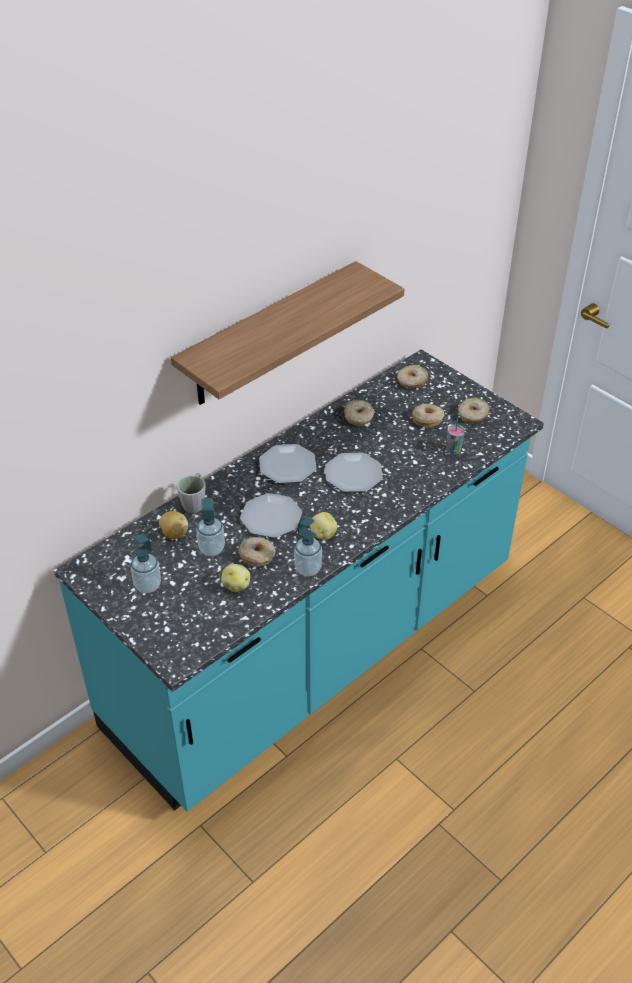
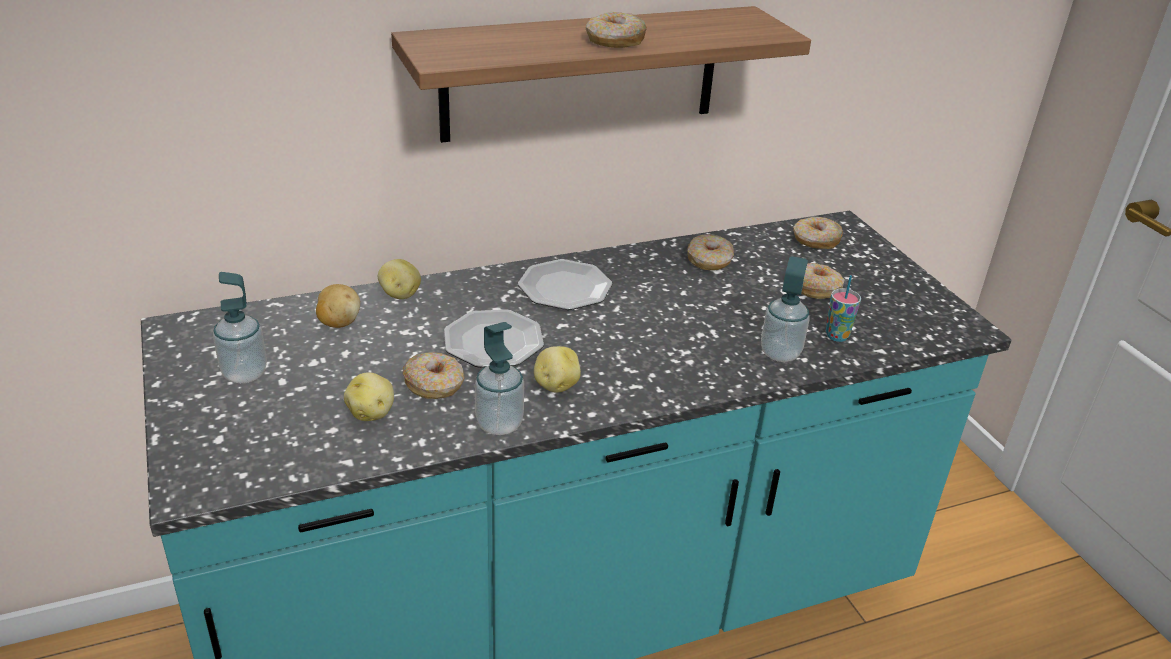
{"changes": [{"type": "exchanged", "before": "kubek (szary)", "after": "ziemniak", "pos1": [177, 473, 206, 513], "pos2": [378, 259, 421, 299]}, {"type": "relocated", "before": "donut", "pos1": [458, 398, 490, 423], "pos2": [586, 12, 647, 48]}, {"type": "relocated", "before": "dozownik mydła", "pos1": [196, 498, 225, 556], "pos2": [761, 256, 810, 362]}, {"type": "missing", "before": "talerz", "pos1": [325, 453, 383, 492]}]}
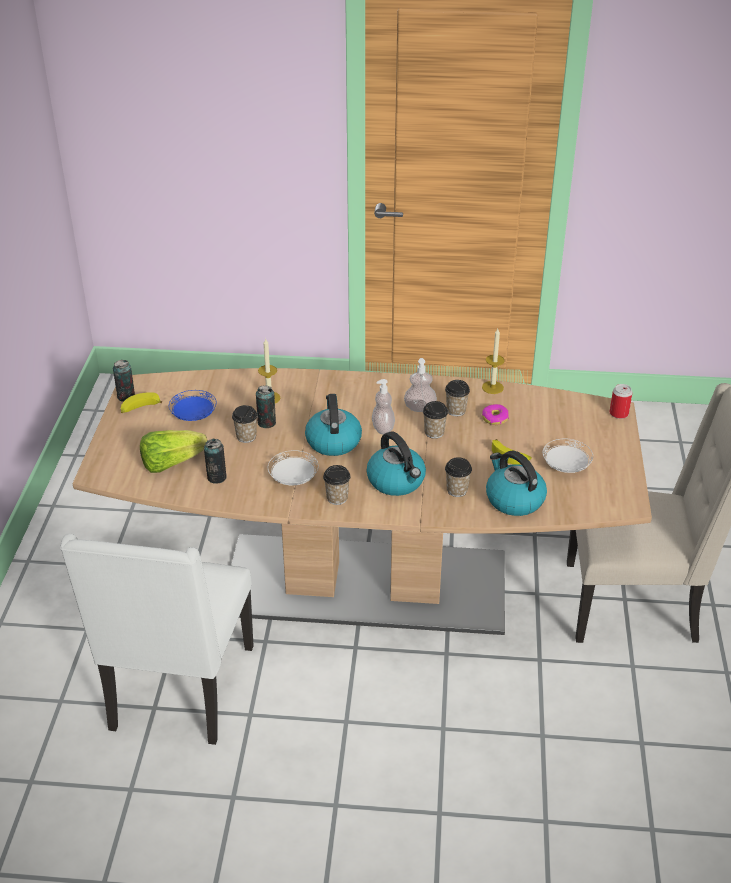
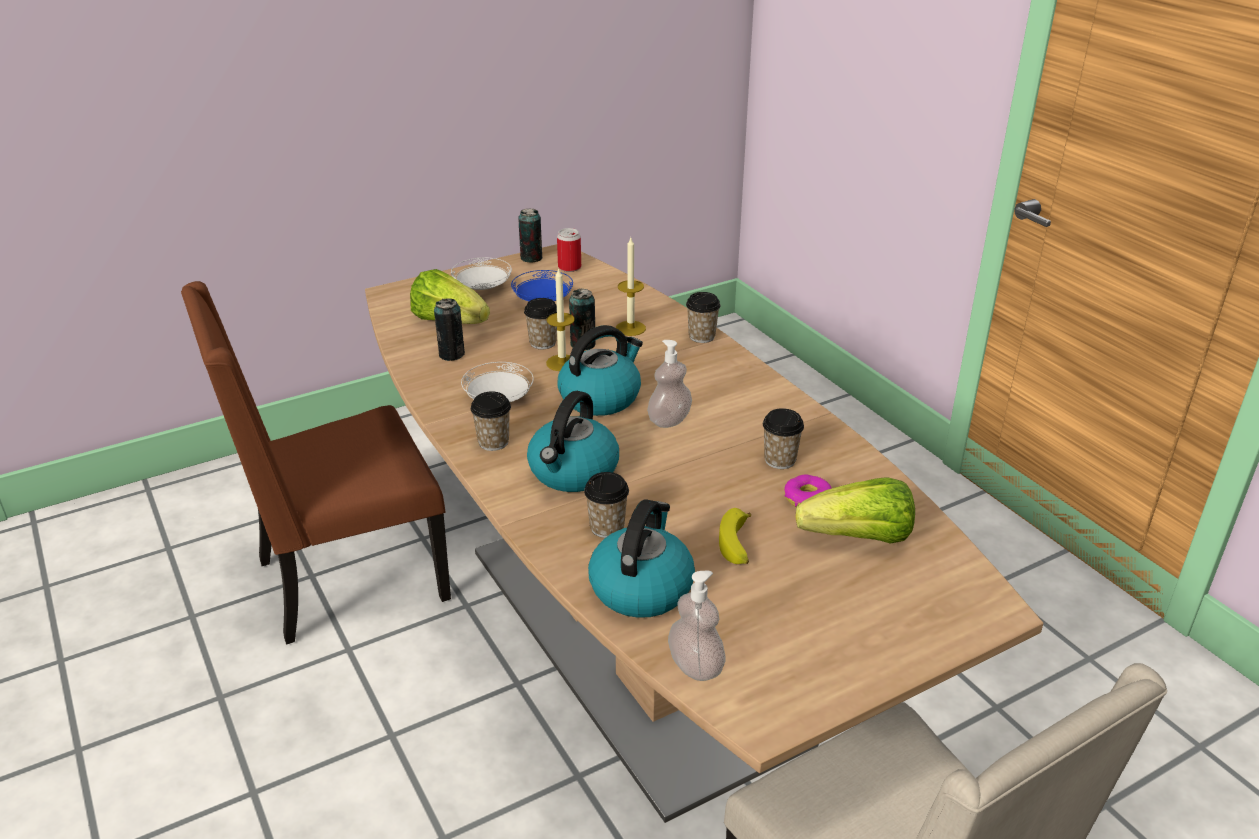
{"changes": [{"type": "colour", "before": "krzesło (biały)", "after": "krzesło (brązowy)", "pos1": [60, 534, 254, 745], "pos2": [181, 281, 451, 645]}, {"type": "relocated", "before": "talerz (biały)", "pos1": [543, 439, 593, 473], "pos2": [451, 257, 512, 290]}, {"type": "relocated", "before": "świeca", "pos1": [482, 329, 505, 394], "pos2": [546, 267, 575, 371]}, {"type": "relocated", "before": "puszka", "pos1": [610, 384, 633, 419], "pos2": [557, 228, 581, 272]}, {"type": "relocated", "before": "dozownik mydła", "pos1": [404, 358, 437, 412], "pos2": [668, 571, 725, 681]}, {"type": "relocated", "before": "filiżanka", "pos1": [423, 401, 448, 439], "pos2": [686, 292, 721, 343]}, {"type": "appeared", "after": "sałata", "pos2": [796, 477, 915, 544]}, {"type": "missing", "before": "banan", "pos1": [121, 392, 162, 413]}]}
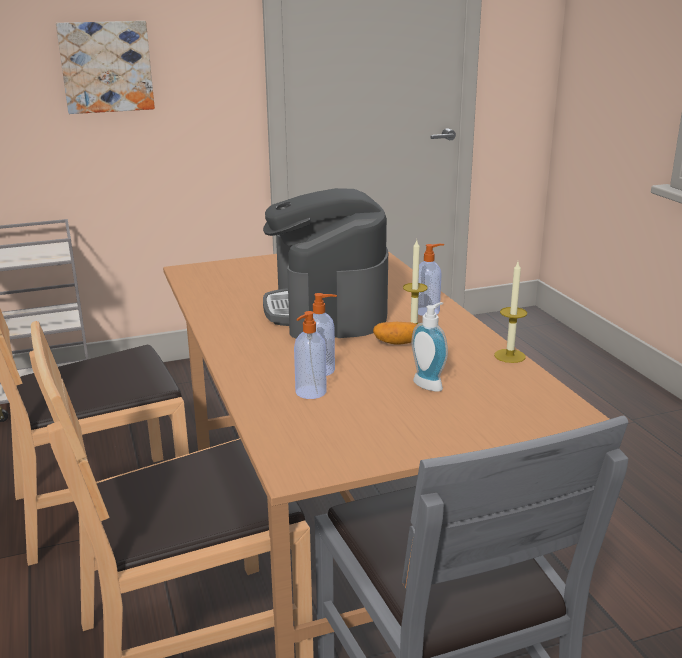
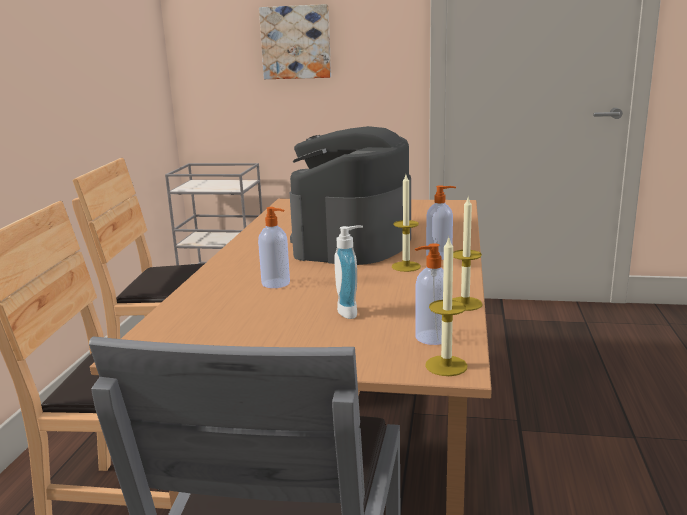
{"changes": [{"type": "relocated", "before": "dozownik mydła", "pos1": [294, 311, 327, 399], "pos2": [415, 243, 443, 345]}, {"type": "appeared", "after": "świeca", "pos2": [425, 236, 468, 376]}, {"type": "missing", "before": "ziemniak", "pos1": [373, 322, 417, 345]}]}
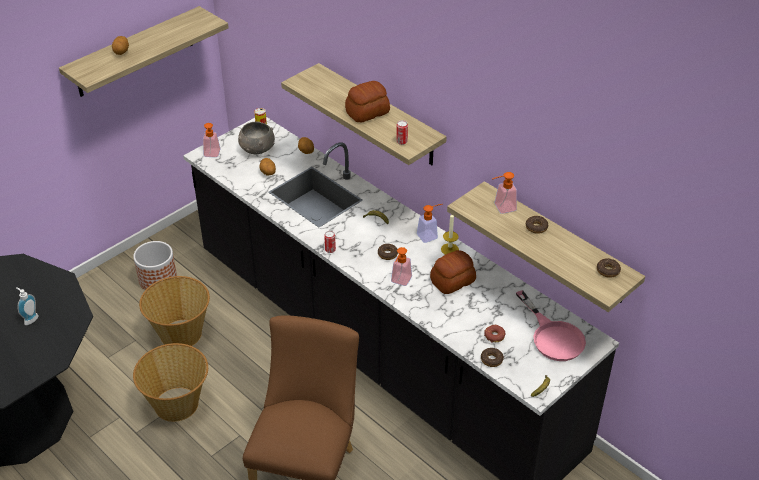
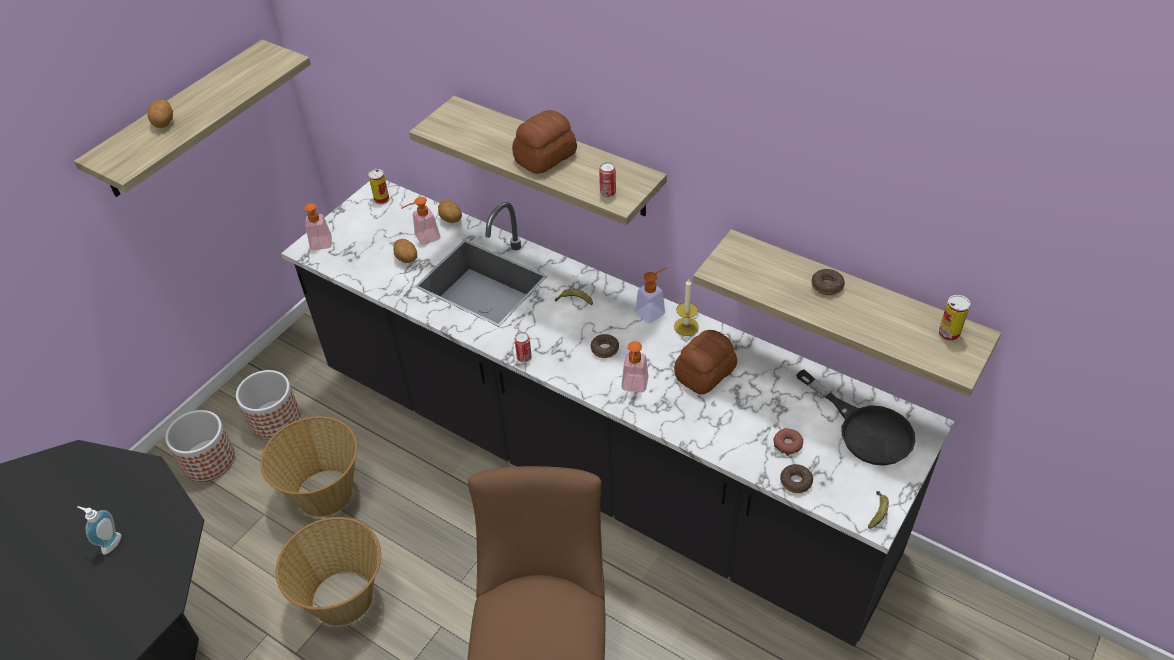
{"changes": [{"type": "appeared", "after": "donica", "pos2": [165, 410, 235, 482]}, {"type": "relocated", "before": "dozownik mydła", "pos1": [492, 172, 517, 214], "pos2": [401, 197, 440, 245]}, {"type": "colour", "before": "patelnia (różowy)", "after": "patelnia (czarny)", "pos1": [516, 290, 586, 361], "pos2": [796, 369, 916, 466]}, {"type": "exchanged", "before": "donut", "after": "puszka", "pos1": [597, 258, 621, 278], "pos2": [938, 295, 970, 342]}, {"type": "missing", "before": "miska (szary)", "pos1": [238, 121, 275, 154]}]}
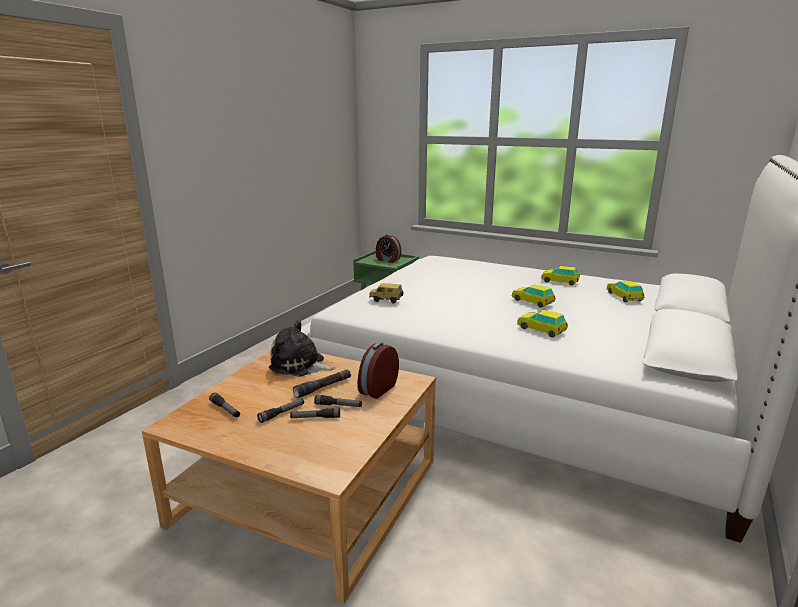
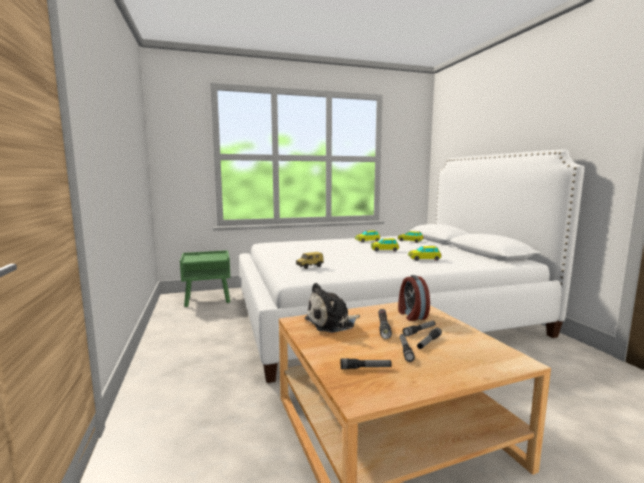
{"changes": [{"type": "missing", "before": "budzik", "pos1": [376, 234, 401, 263]}]}
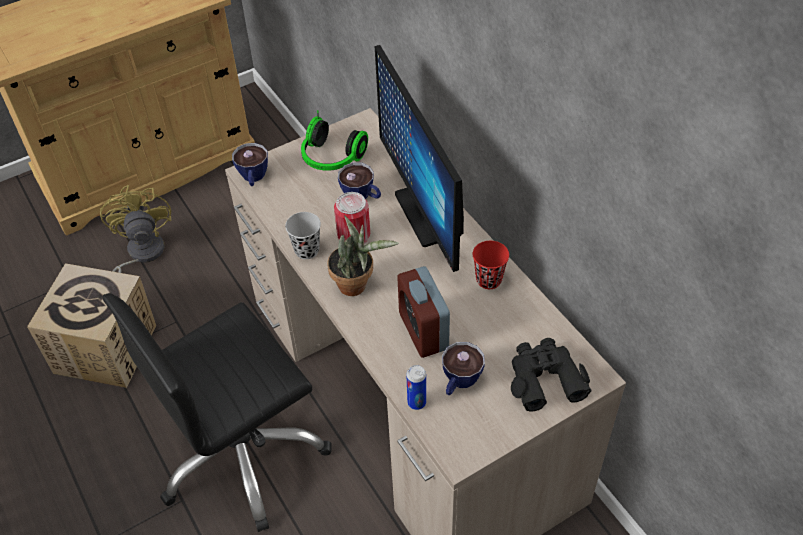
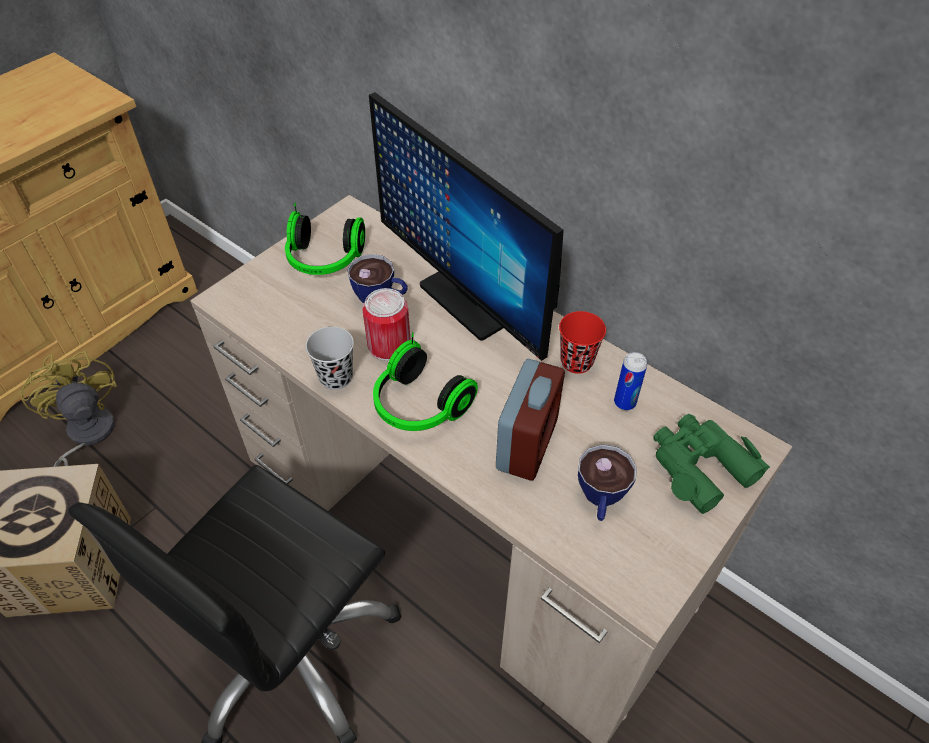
{"changes": [{"type": "exchanged", "before": "roślina doniczkowa", "after": "słuchawki", "pos1": [327, 215, 399, 296], "pos2": [373, 332, 478, 431]}, {"type": "spun", "before": "budzik", "pos1": [398, 266, 450, 358], "pos2": [496, 359, 565, 481], "turn": -120}, {"type": "relocated", "before": "puszka", "pos1": [406, 365, 426, 410], "pos2": [614, 352, 647, 410]}, {"type": "colour", "before": "lornetka (czarny)", "after": "lornetka (zielony)", "pos1": [511, 338, 592, 412], "pos2": [653, 414, 770, 514]}, {"type": "missing", "before": "filiżanka", "pos1": [232, 143, 268, 186]}]}
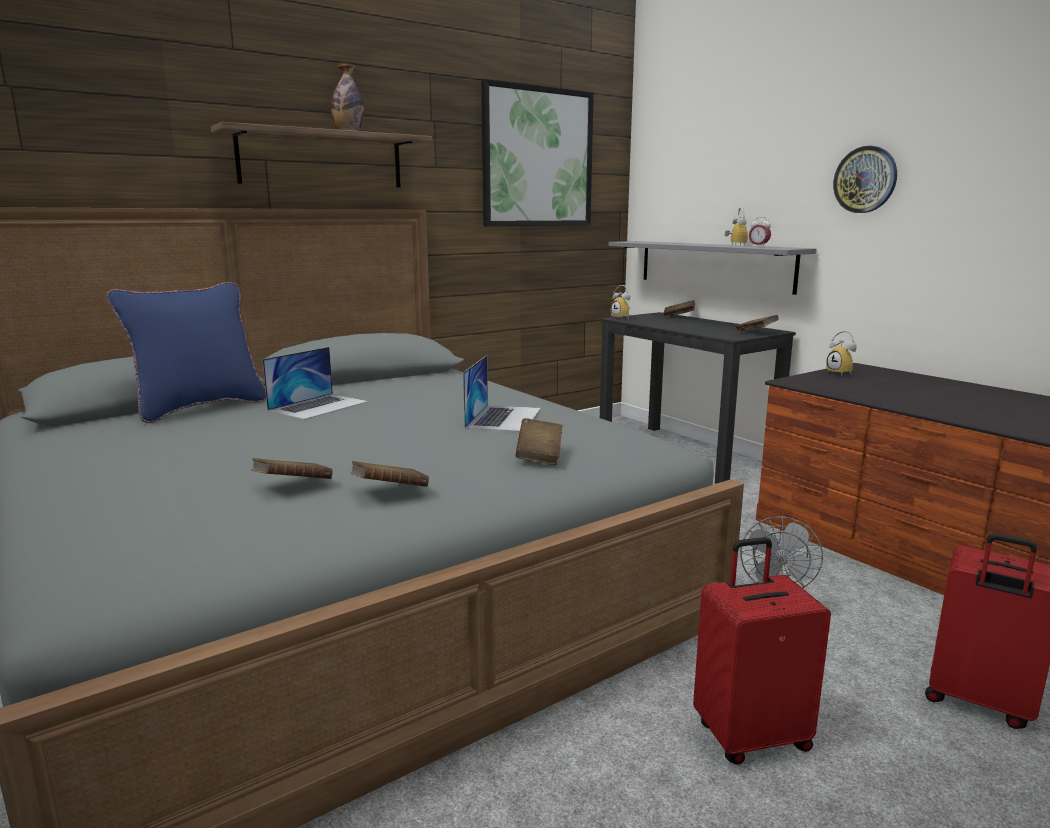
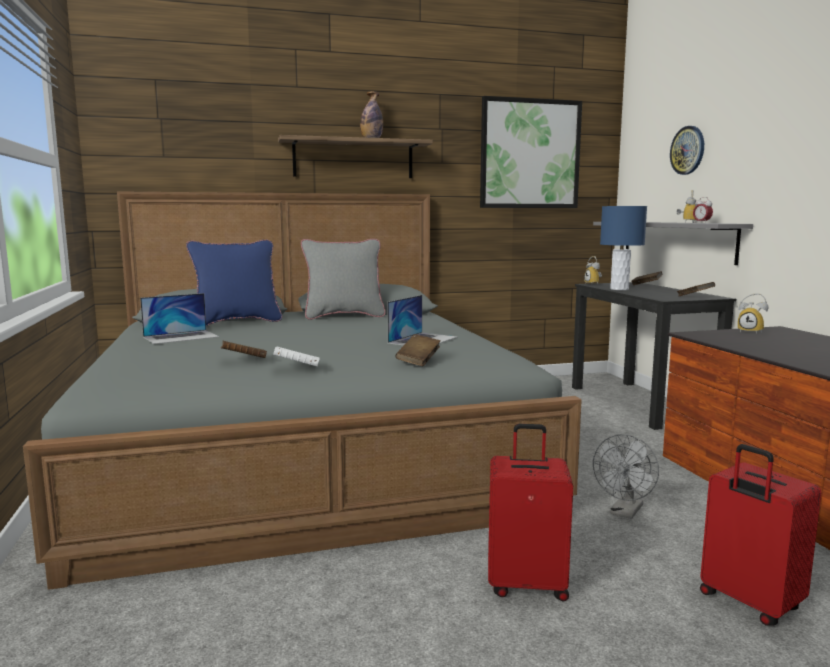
{"changes": [{"type": "relocated", "before": "laptop", "pos1": [262, 347, 368, 420], "pos2": [140, 293, 220, 344]}, {"type": "colour", "before": "książka (brązowy)", "after": "książka (biały)", "pos1": [350, 461, 429, 487], "pos2": [273, 346, 320, 367]}, {"type": "appeared", "after": "poduszka (szary)", "pos2": [301, 239, 386, 320]}, {"type": "appeared", "after": "lampa stołowa (niebieski)", "pos2": [600, 206, 647, 290]}, {"type": "relocated", "before": "zegar ścienny", "pos1": [833, 146, 897, 213], "pos2": [670, 126, 704, 175]}, {"type": "spun", "before": "budzik", "pos1": [826, 331, 857, 376], "pos2": [738, 293, 768, 334], "turn": -45}]}
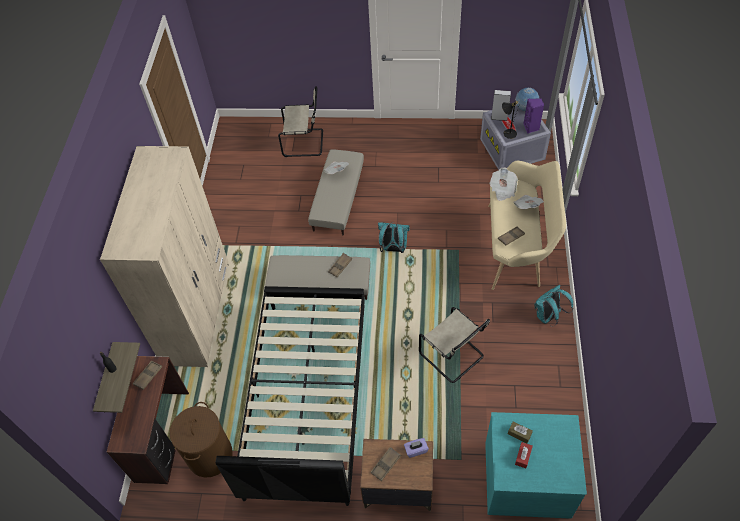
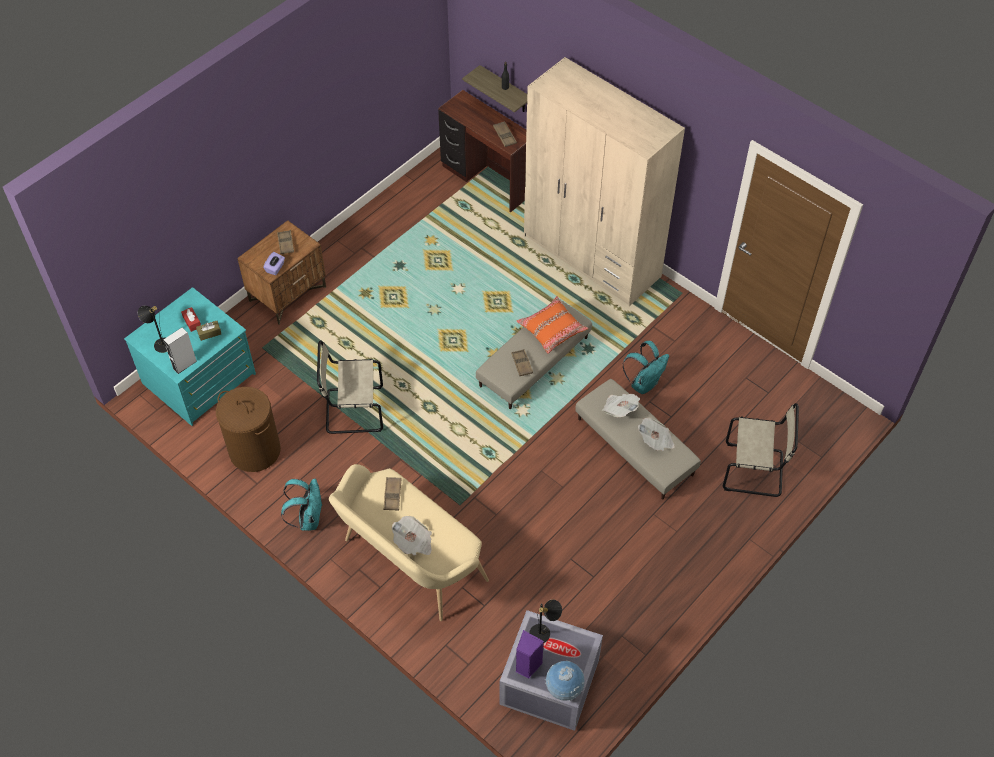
{"changes": [{"type": "appeared", "after": "lampa stołowa (czarny)", "pos2": [138, 306, 167, 353]}, {"type": "relocated", "before": "głośnik (szary)", "pos1": [491, 90, 511, 121], "pos2": [163, 327, 197, 374]}, {"type": "relocated", "before": "kosz na pranie (brązowy)", "pos1": [170, 402, 233, 478], "pos2": [216, 387, 281, 472]}, {"type": "appeared", "after": "poduszka (pomarańczowy)", "pos2": [516, 296, 589, 354]}, {"type": "relocated", "before": "gazeta", "pos1": [490, 168, 518, 201], "pos2": [602, 394, 640, 417]}, {"type": "relocated", "before": "plecak (turkusowy)", "pos1": [378, 222, 410, 253], "pos2": [622, 341, 669, 394]}, {"type": "spun", "before": "krzesło (beżowy)", "pos1": [278, 86, 323, 157], "pos2": [723, 403, 799, 497], "turn": -120}, {"type": "missing", "before": "łóżko (czarny)", "pos1": [215, 286, 365, 506]}]}
